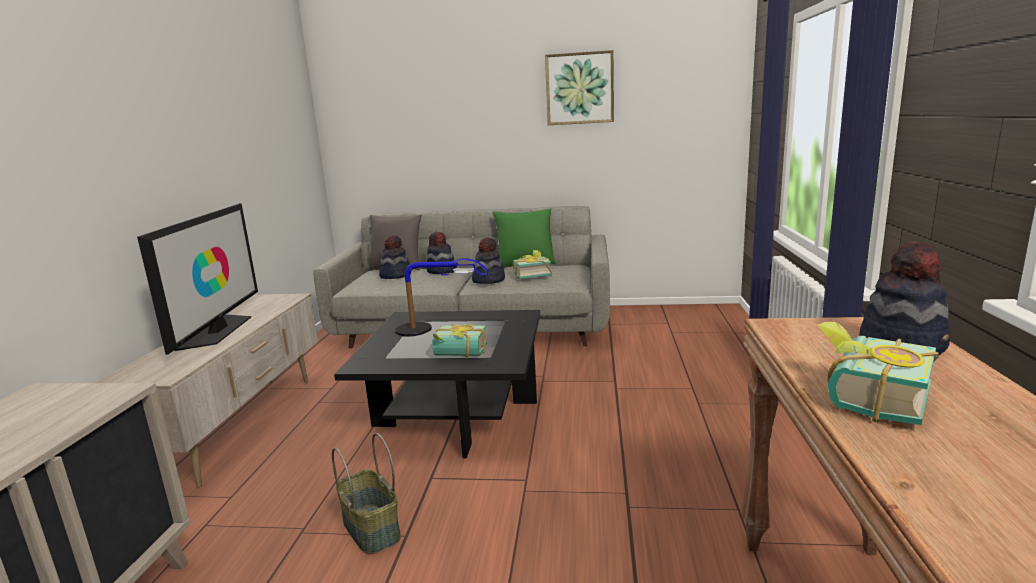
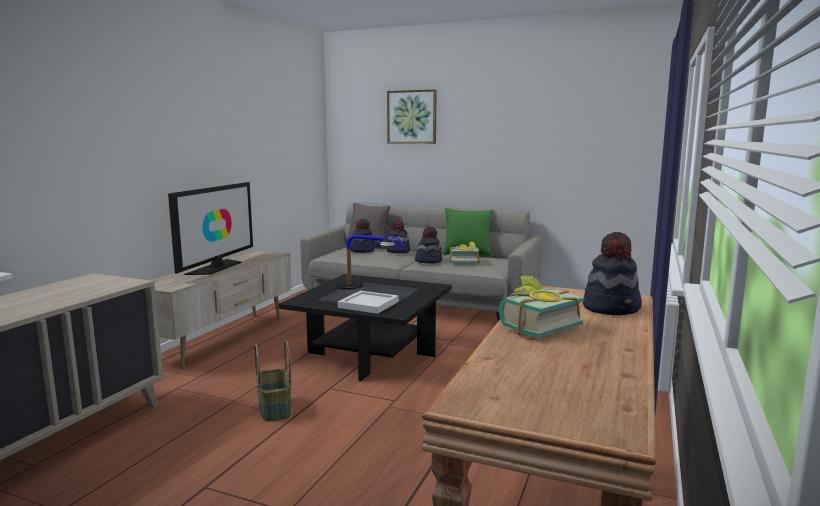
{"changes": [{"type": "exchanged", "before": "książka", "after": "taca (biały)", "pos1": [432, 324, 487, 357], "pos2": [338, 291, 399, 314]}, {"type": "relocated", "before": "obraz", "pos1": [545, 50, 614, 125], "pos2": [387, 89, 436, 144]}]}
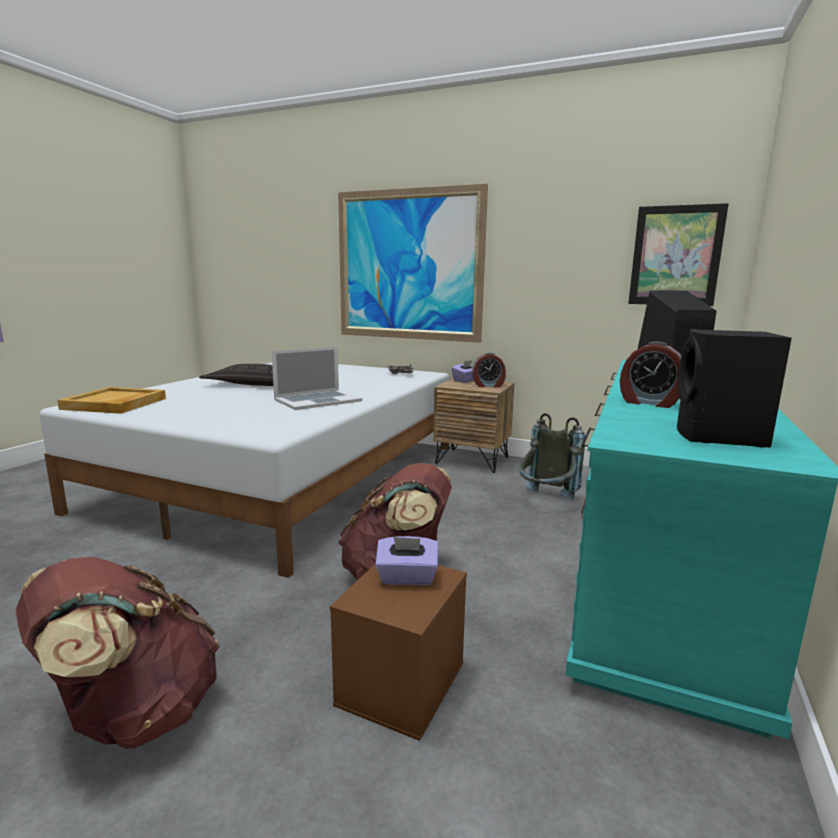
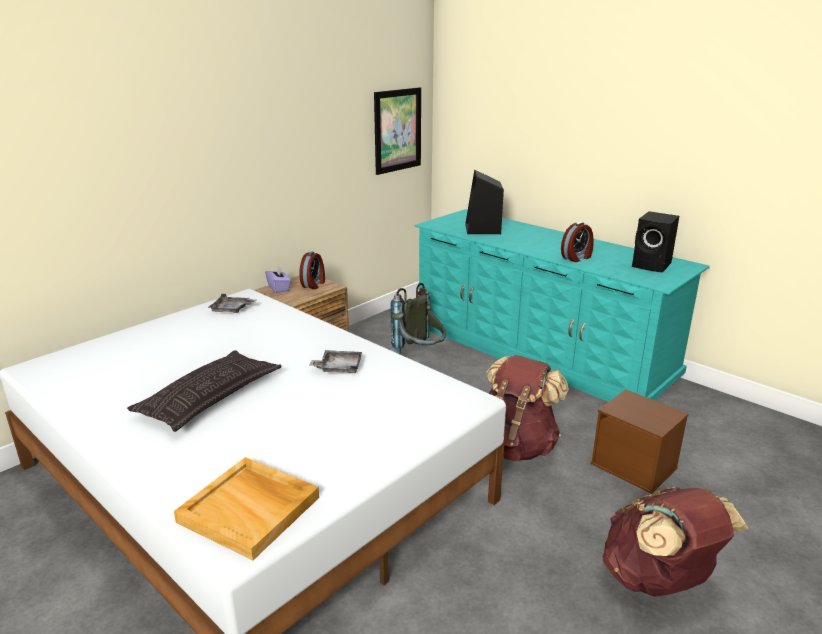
{"changes": [{"type": "exchanged", "before": "laptop", "after": "taca (szary)", "pos1": [272, 347, 362, 410], "pos2": [309, 350, 362, 373]}, {"type": "missing", "before": "obraz", "pos1": [338, 184, 488, 343]}, {"type": "missing", "before": "pudełko chusteczek (fioletowy)", "pos1": [375, 536, 438, 585]}]}
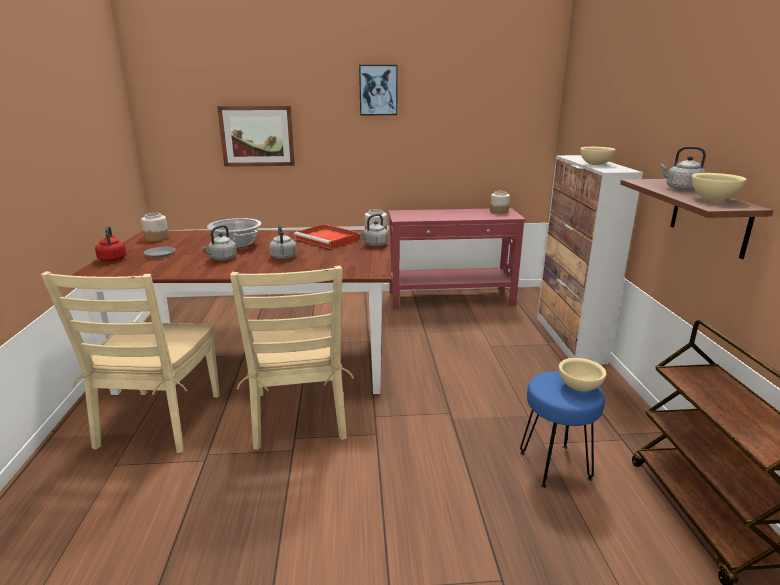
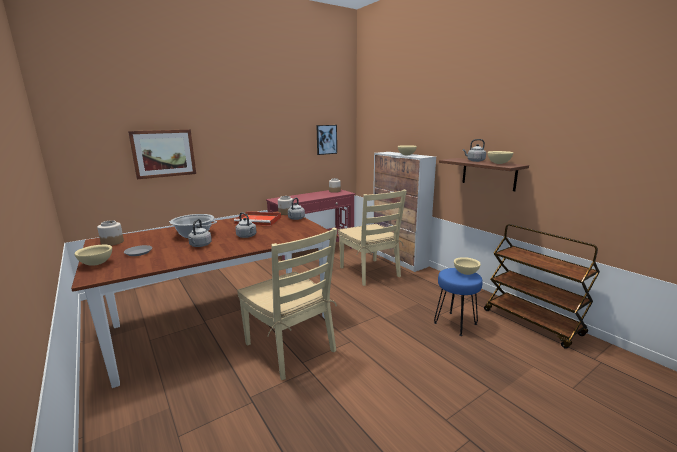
{"changes": [{"type": "exchanged", "before": "czajnik (czerwony)", "after": "miska (beżowy)", "pos1": [95, 226, 127, 261], "pos2": [74, 245, 112, 266]}, {"type": "relocated", "before": "obraz", "pos1": [359, 65, 398, 115], "pos2": [316, 125, 337, 155]}, {"type": "relocated", "before": "krzesło (beżowy)", "pos1": [41, 271, 220, 453], "pos2": [338, 189, 407, 286]}]}
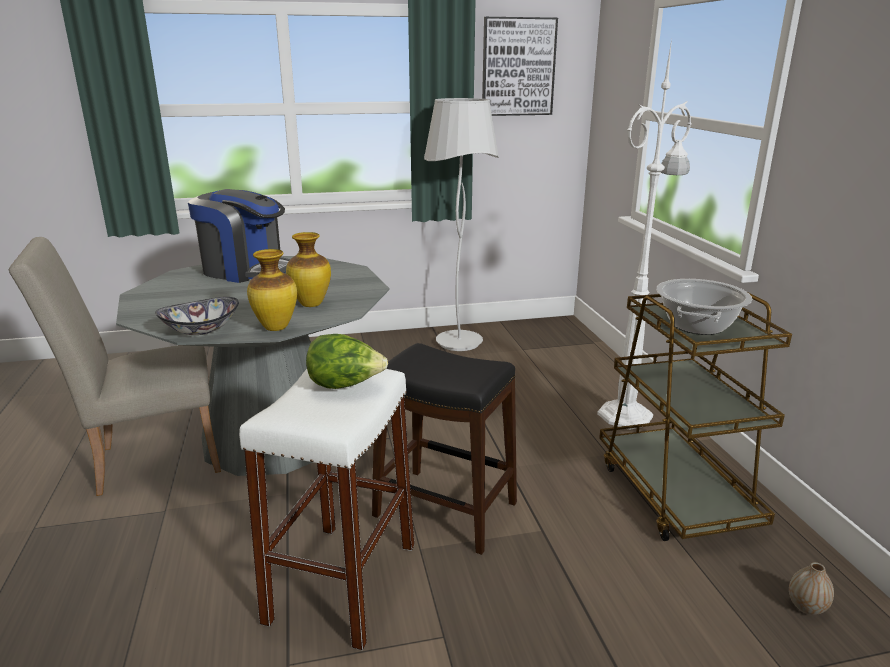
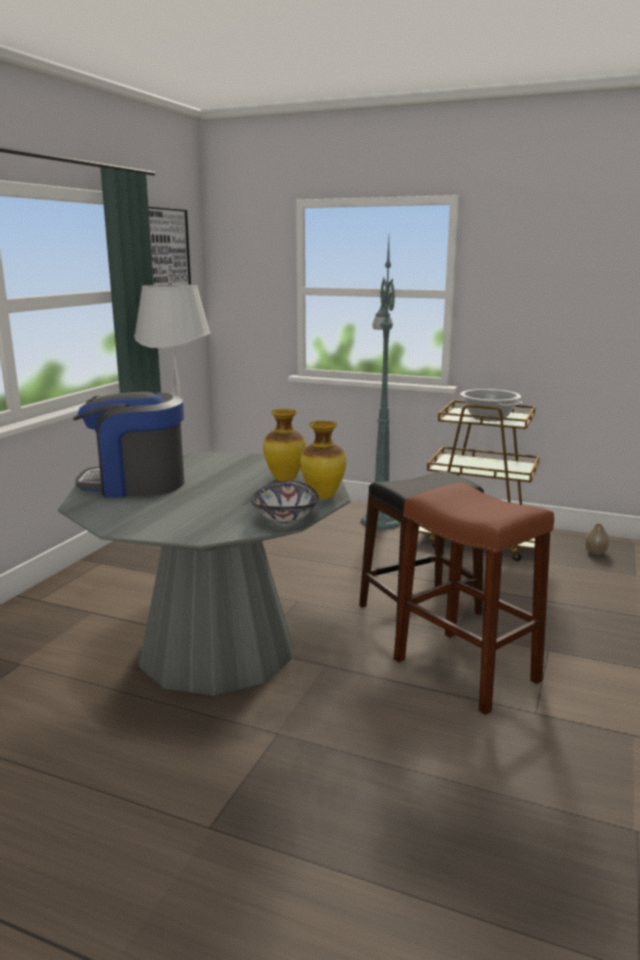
{"changes": [{"type": "spun", "before": "ekspres do kawy", "pos1": [188, 189, 290, 283], "pos2": [73, 392, 184, 497], "turn": -150}, {"type": "colour", "before": "lampa stojąca (biały)", "after": "lampa stojąca (zielony)", "pos1": [597, 39, 691, 430], "pos2": [361, 239, 400, 529]}, {"type": "colour", "before": "stołek (biały)", "after": "stołek (brązowy)", "pos1": [239, 369, 414, 650], "pos2": [394, 483, 554, 715]}, {"type": "missing", "before": "krzesło (beżowy)", "pos1": [9, 237, 221, 496]}, {"type": "missing", "before": "sałata", "pos1": [306, 334, 388, 389]}]}
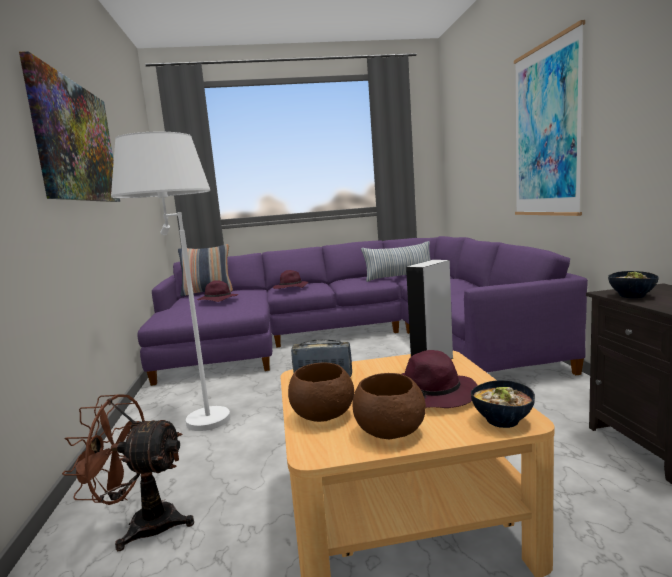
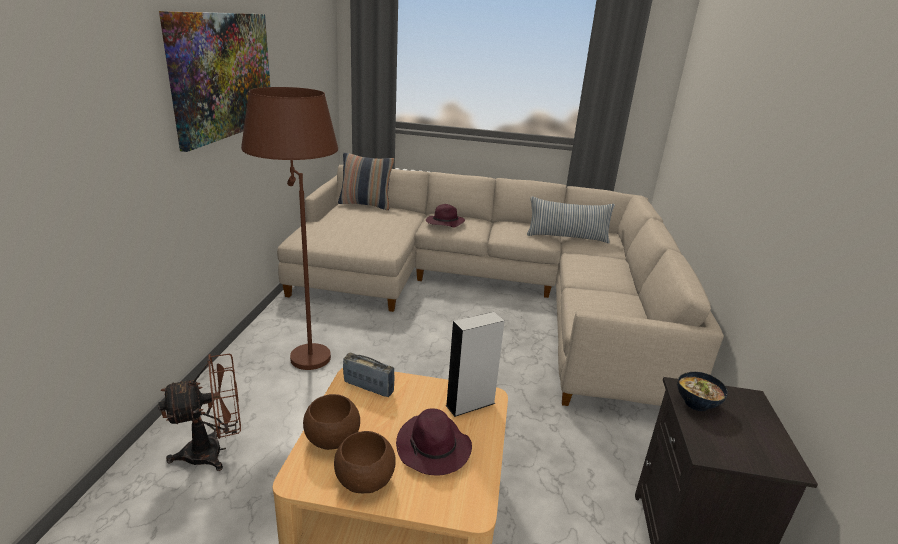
{"changes": [{"type": "spun", "before": "wentylator (brązowy)", "pos1": [62, 394, 194, 552], "pos2": [158, 354, 241, 471], "turn": 135}, {"type": "colour", "before": "lampa stojąca (biały)", "after": "lampa stojąca (brązowy)", "pos1": [111, 132, 230, 431], "pos2": [241, 87, 338, 370]}, {"type": "colour", "before": "kanapa (fioletowy)", "after": "kanapa (beżowy)", "pos1": [137, 236, 588, 386], "pos2": [277, 165, 724, 406]}, {"type": "missing", "before": "kapelusz (fioletowy)", "pos1": [197, 280, 238, 302]}, {"type": "missing", "before": "miska", "pos1": [471, 380, 535, 428]}, {"type": "missing", "before": "obraz", "pos1": [514, 20, 585, 216]}]}
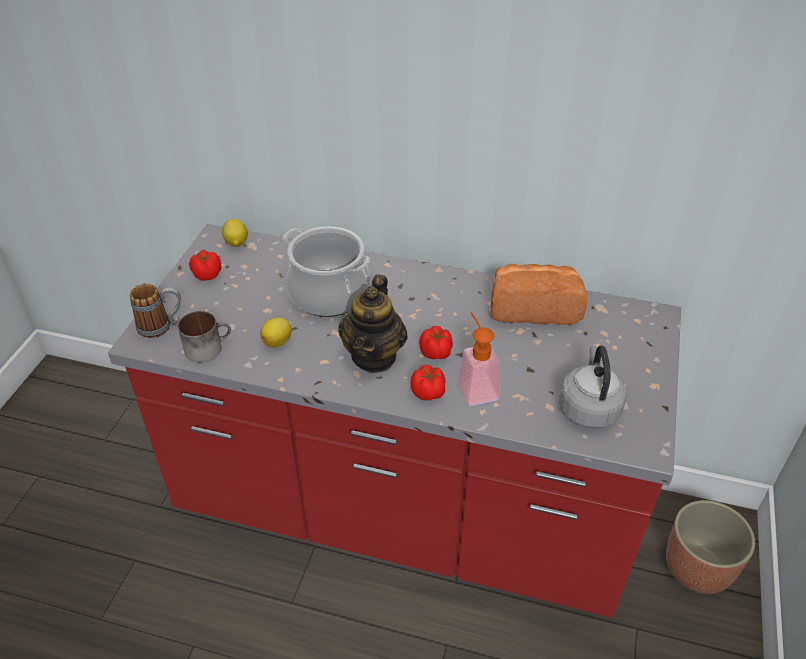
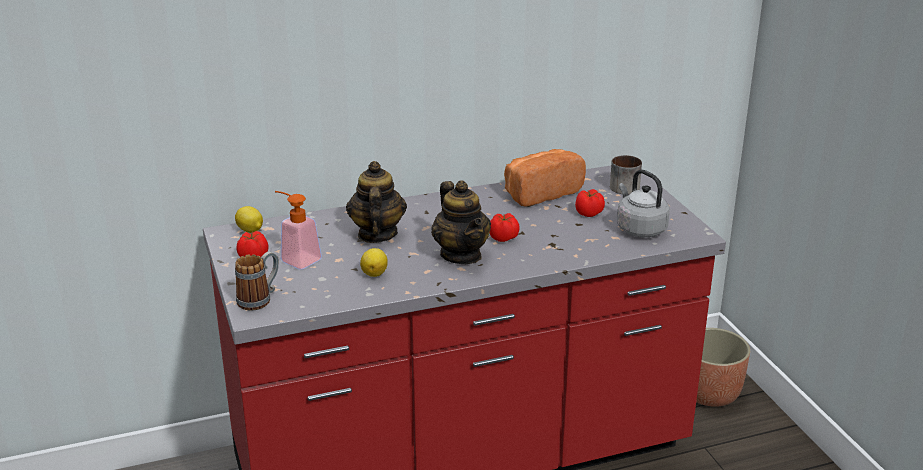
{"changes": [{"type": "relocated", "before": "dozownik mydła", "pos1": [457, 312, 500, 406], "pos2": [275, 191, 322, 269]}, {"type": "exchanged", "before": "garnek", "after": "imbryk", "pos1": [282, 227, 371, 317], "pos2": [346, 161, 407, 243]}, {"type": "relocated", "before": "pomidor", "pos1": [410, 365, 446, 400], "pos2": [575, 189, 605, 217]}, {"type": "relocated", "before": "kubek", "pos1": [178, 311, 231, 362], "pos2": [610, 155, 642, 195]}]}
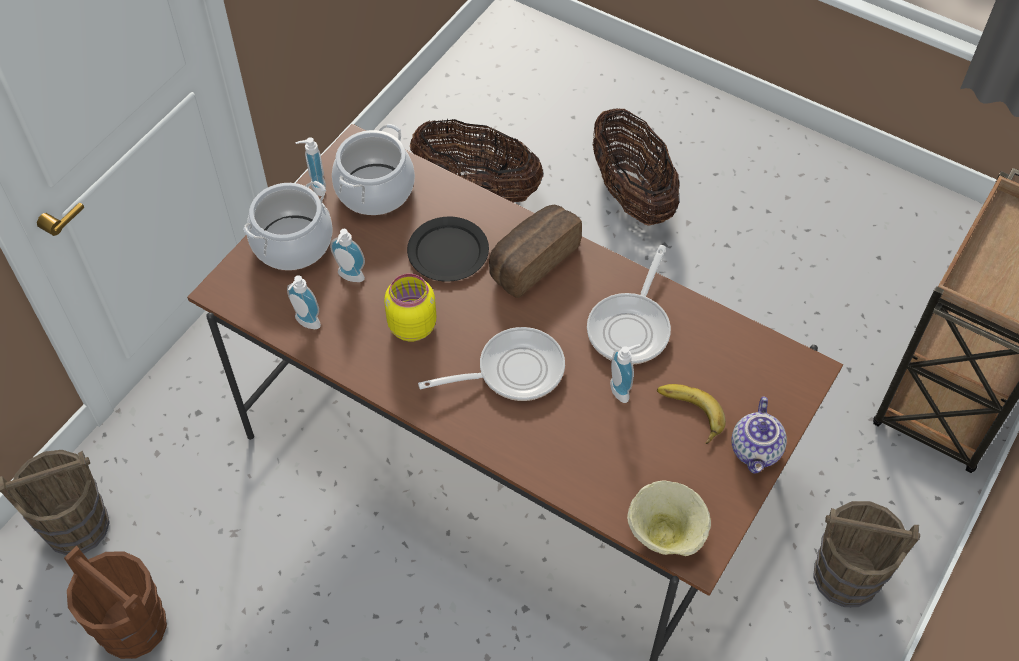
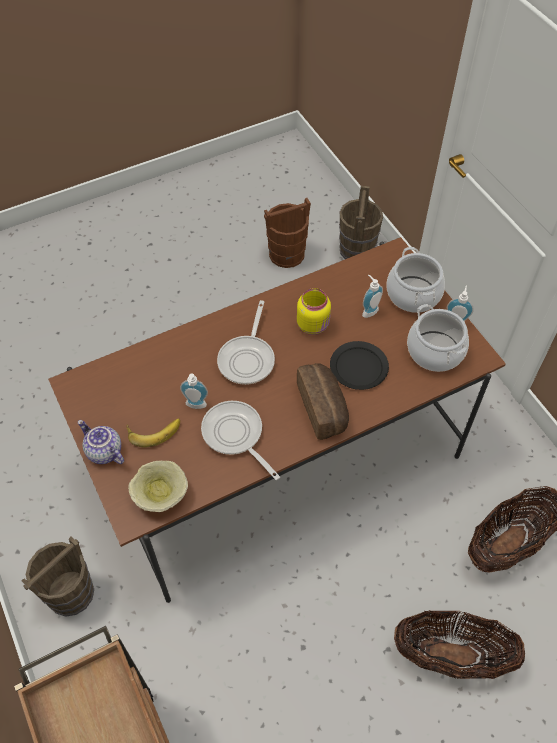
{"changes": [{"type": "relocated", "before": "miska (beżowy)", "pos1": [627, 480, 711, 556], "pos2": [128, 461, 188, 512]}, {"type": "missing", "before": "dozownik mydła", "pos1": [287, 275, 321, 329]}]}
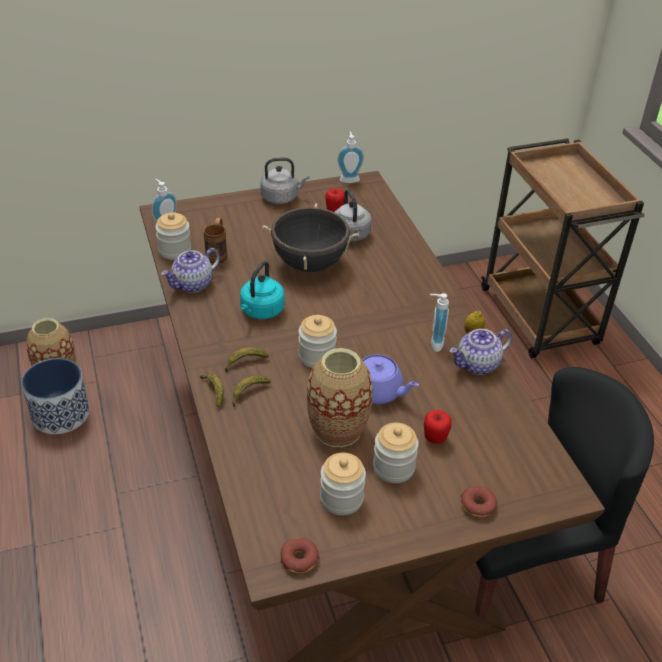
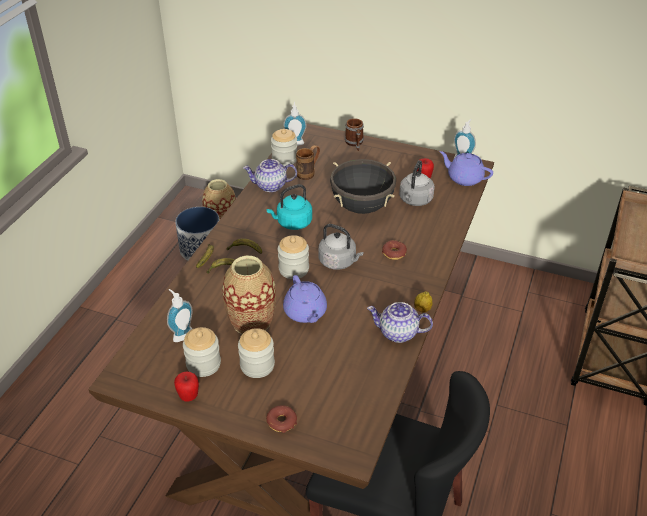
{"changes": [{"type": "relocated", "before": "dozownik mydła", "pos1": [430, 293, 449, 352], "pos2": [167, 289, 193, 342]}, {"type": "relocated", "before": "jabłko", "pos1": [424, 410, 452, 444], "pos2": [174, 372, 199, 402]}, {"type": "relocated", "before": "czajnik (szary)", "pos1": [260, 158, 309, 204], "pos2": [318, 224, 363, 270]}, {"type": "appeared", "after": "kubek", "pos2": [345, 118, 364, 151]}, {"type": "relocated", "before": "donut", "pos1": [280, 538, 319, 573], "pos2": [382, 240, 407, 260]}, {"type": "appeared", "after": "imbryk (fioletowy)", "pos2": [440, 151, 493, 186]}]}
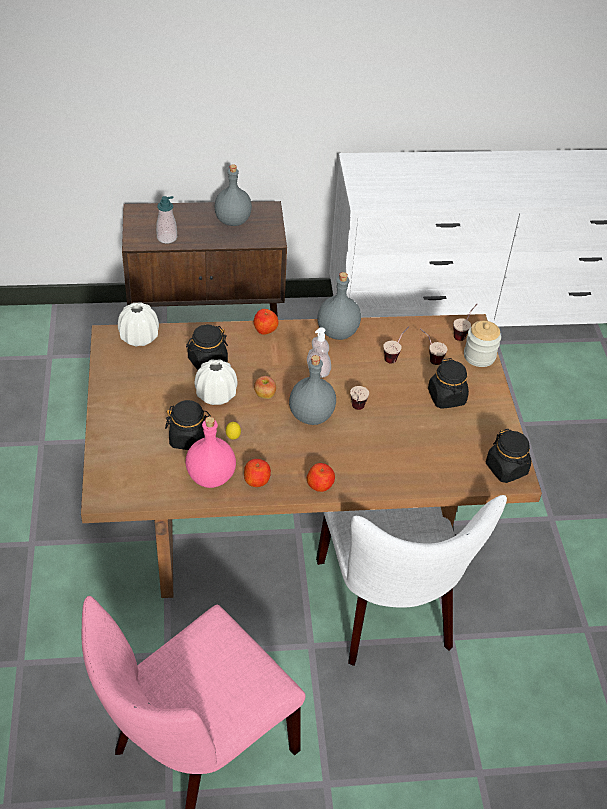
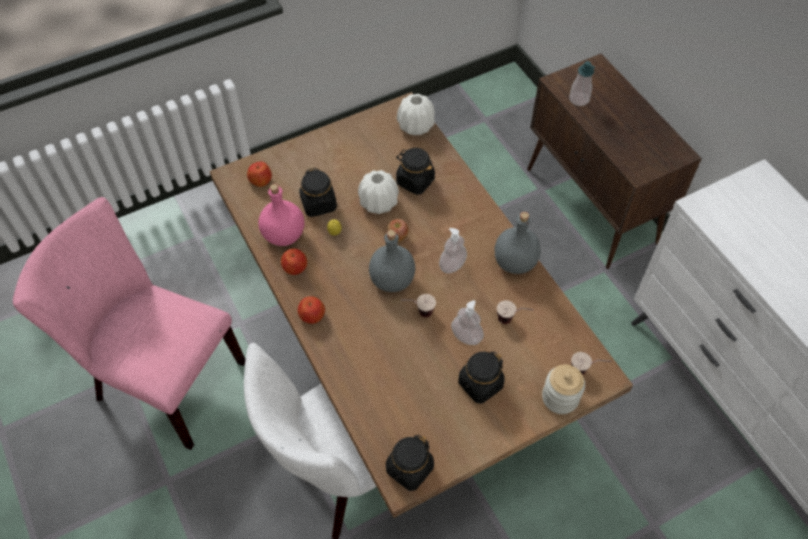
{"changes": [{"type": "relocated", "before": "jabłko", "pos1": [253, 309, 279, 335], "pos2": [247, 162, 272, 187]}, {"type": "appeared", "after": "dozownik mydła", "pos2": [451, 300, 484, 345]}, {"type": "missing", "before": "butelka (szary)", "pos1": [214, 164, 252, 226]}, {"type": "missing", "before": "filiżanka", "pos1": [420, 328, 447, 365]}]}
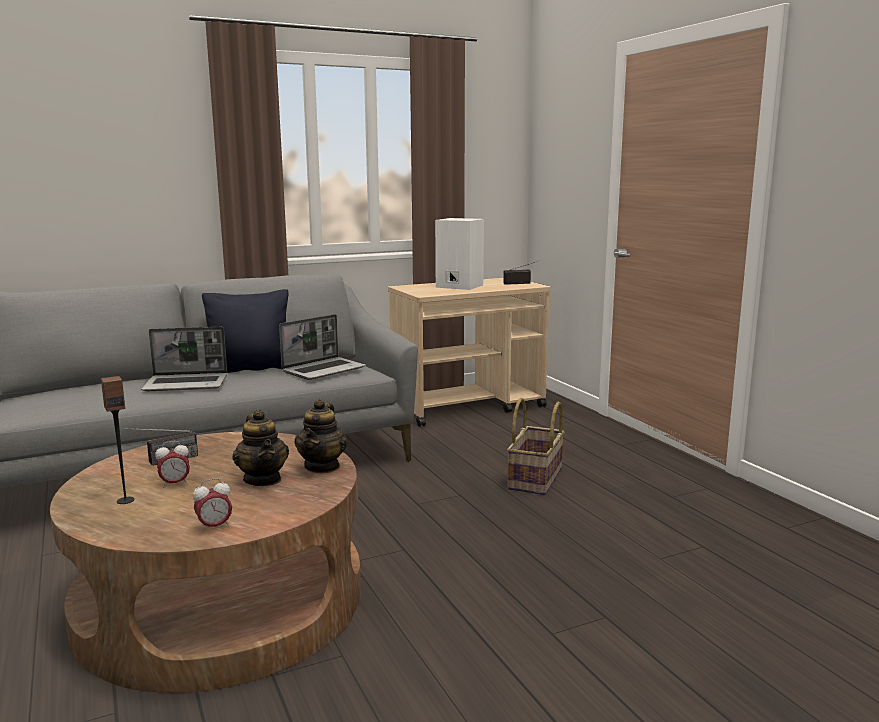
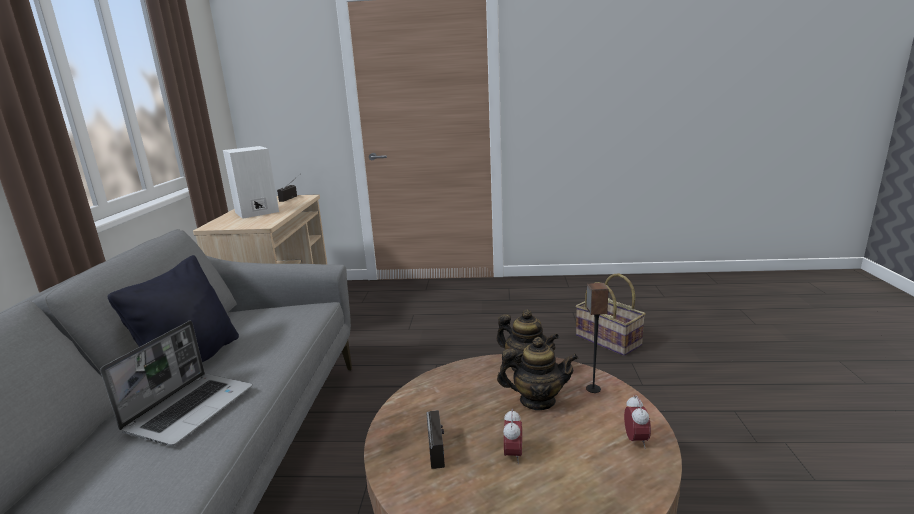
{"changes": [{"type": "relocated", "before": "koszyk", "pos1": [507, 398, 564, 495], "pos2": [576, 273, 646, 356]}, {"type": "relocated", "before": "głośnik", "pos1": [101, 376, 135, 504], "pos2": [586, 283, 609, 393]}, {"type": "missing", "before": "laptop", "pos1": [279, 314, 366, 380]}]}
